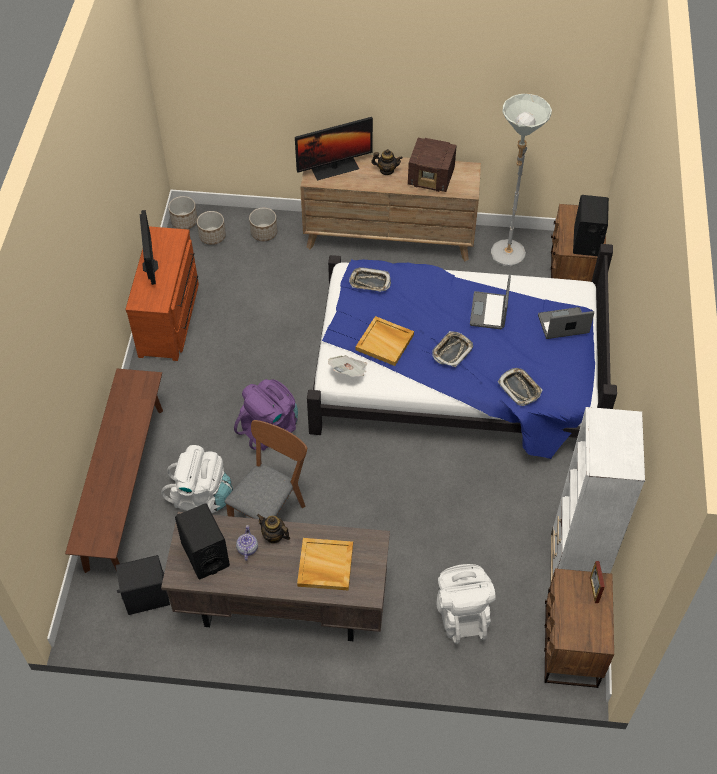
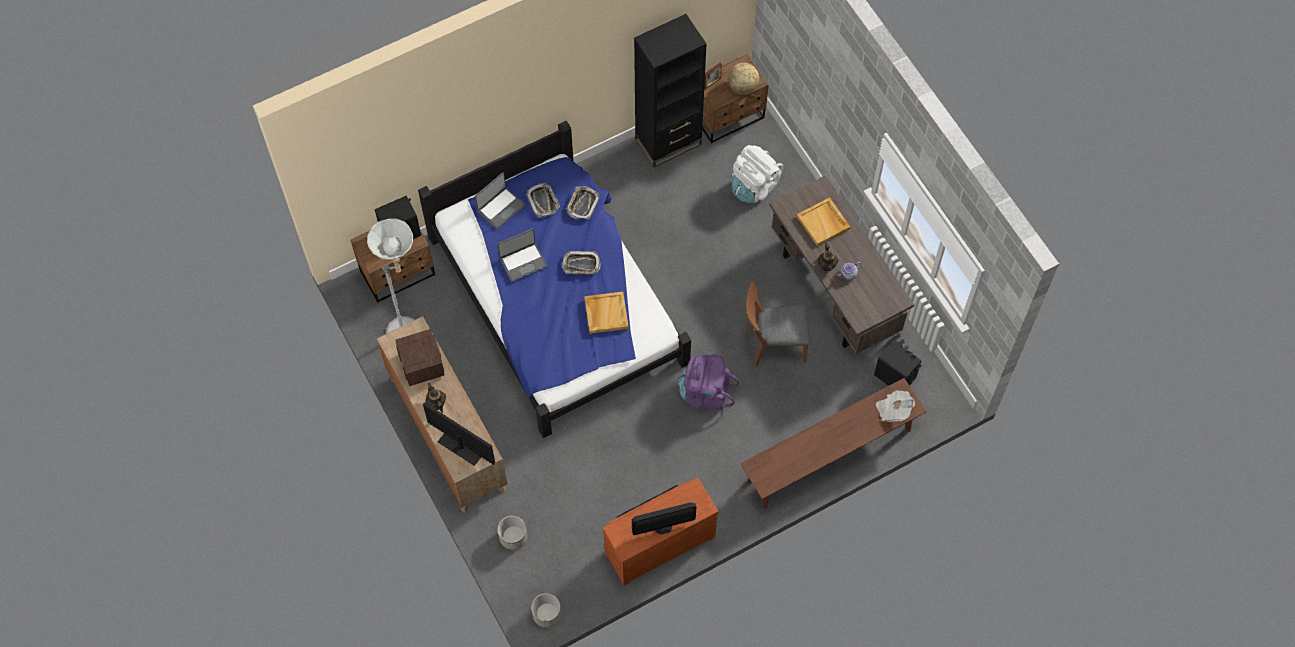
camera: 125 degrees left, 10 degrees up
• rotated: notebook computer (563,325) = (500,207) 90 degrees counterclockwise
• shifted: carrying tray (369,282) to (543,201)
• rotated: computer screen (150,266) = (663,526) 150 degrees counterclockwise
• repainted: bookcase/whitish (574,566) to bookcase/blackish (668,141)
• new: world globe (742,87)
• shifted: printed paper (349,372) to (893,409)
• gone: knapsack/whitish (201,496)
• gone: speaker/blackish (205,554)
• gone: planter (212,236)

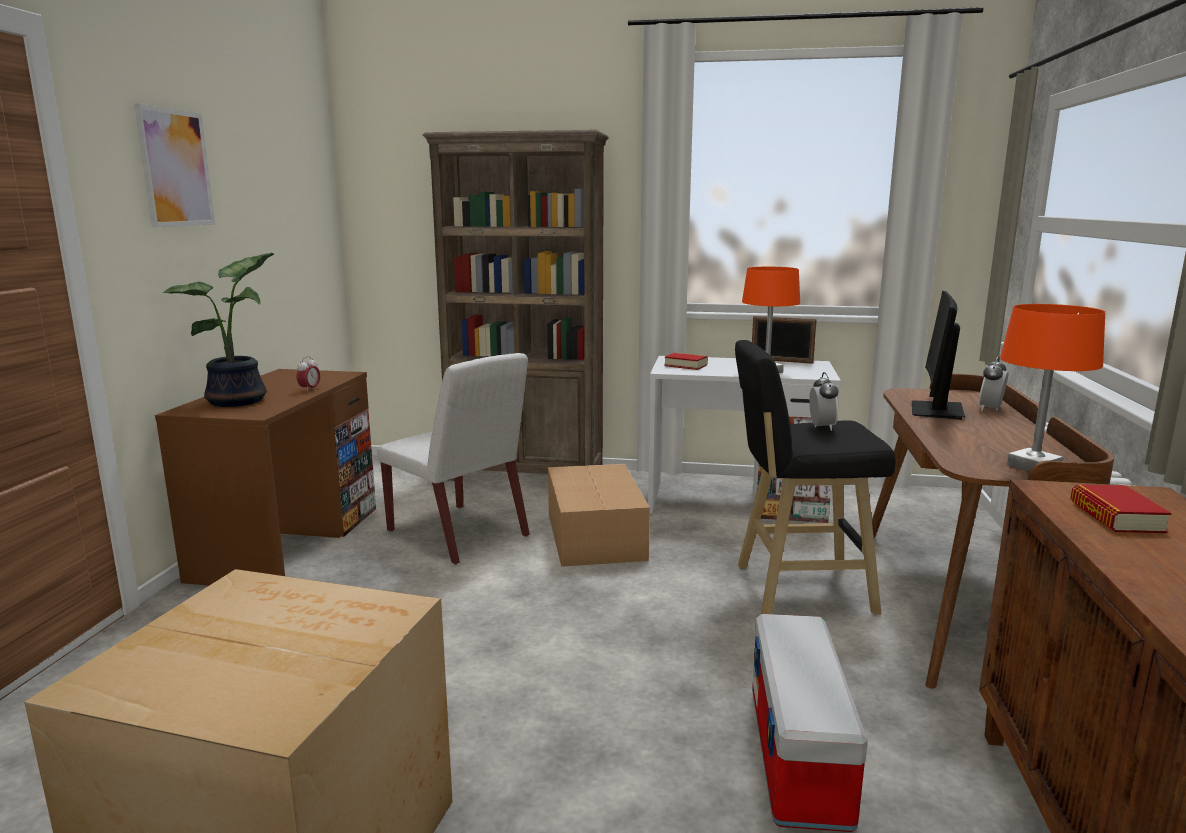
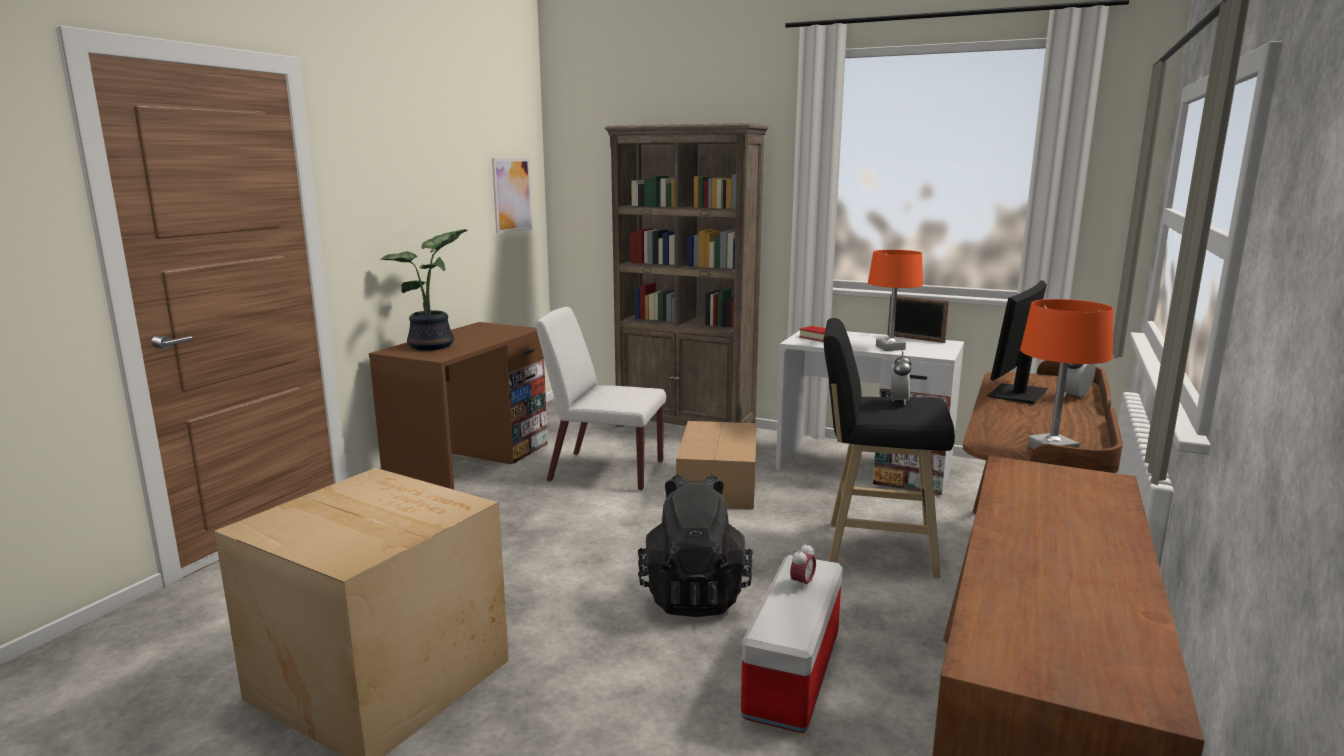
camera: 15 degrees right, 0 degrees up
• shifted: wall art (176,168) to (512,195)
• rotated: upright chair/whitish (459,534) = (605,471) 135 degrees clockwise
• new: knapsack/blackish (694,594)
• shifted: table clock (309,390) to (802,584)
• gone: volume (1116,517)

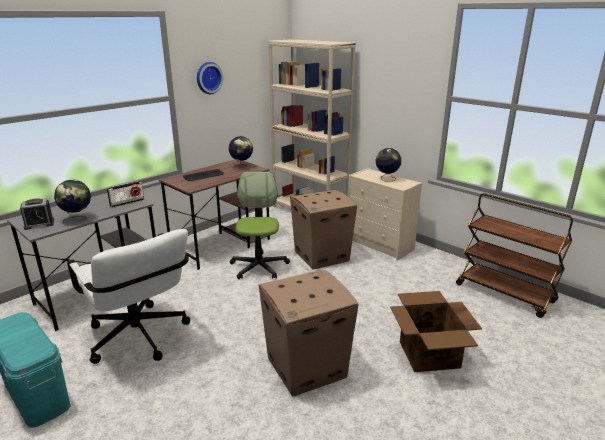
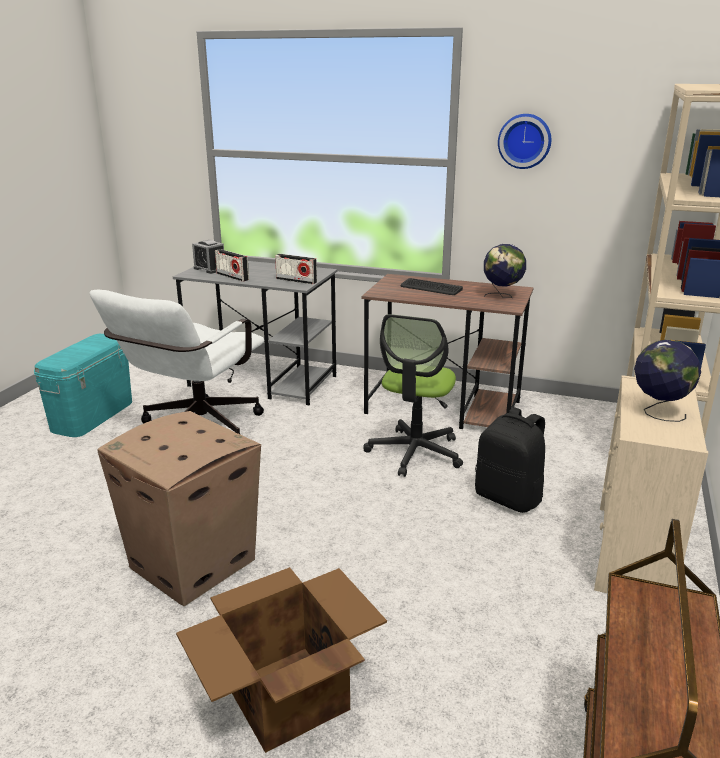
camera: 65 degrees right, 0 degrees up
• swapped: world globe (77,219) to radio receiver (232,276)
• rotated: computer chair (259,266) = (415,452) 135 degrees clockwise
• swapped: cardboard box (322,256) to knapsack/blackish (509,498)

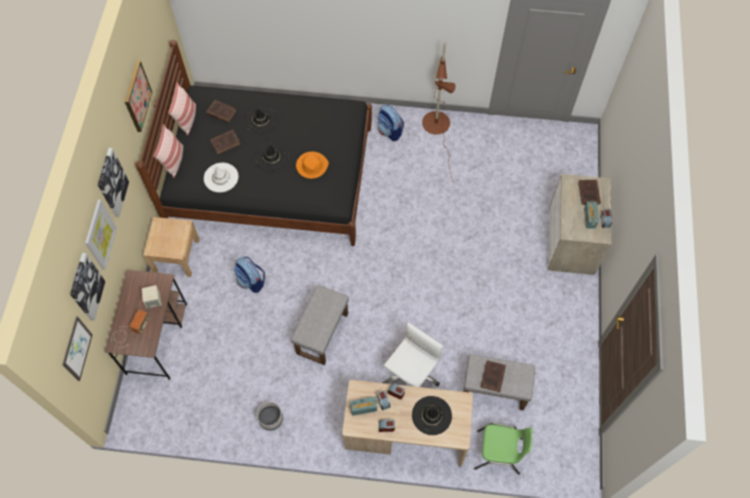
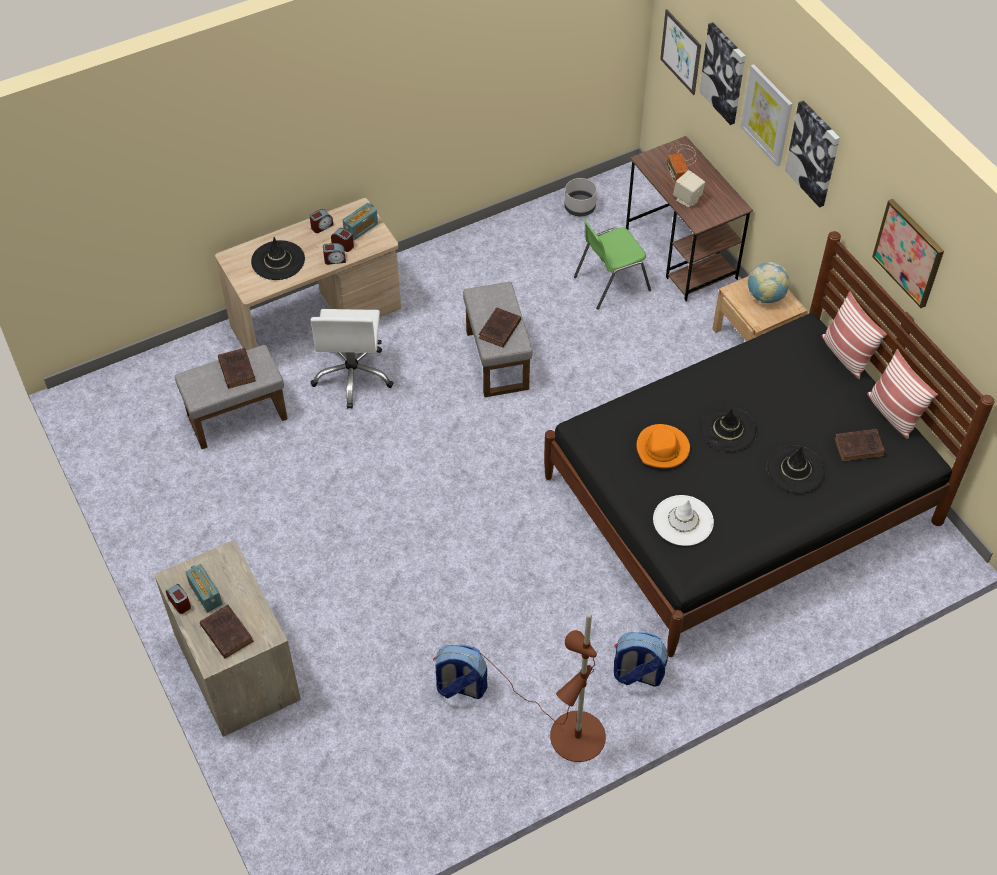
camera: 145 degrees right, 10 degrees down
• shifted: knapsack (251,281) to (460,687)
• shifted: volume/brown-coloured (226,142) to (499,330)
• shifted: planter/grey (270,419) to (580,207)
• shifted: upright chair/green (499,453) to (610,283)
• shifted: wearable hat/whitish (221,177) to (683,521)
• new: world globe (765,296)

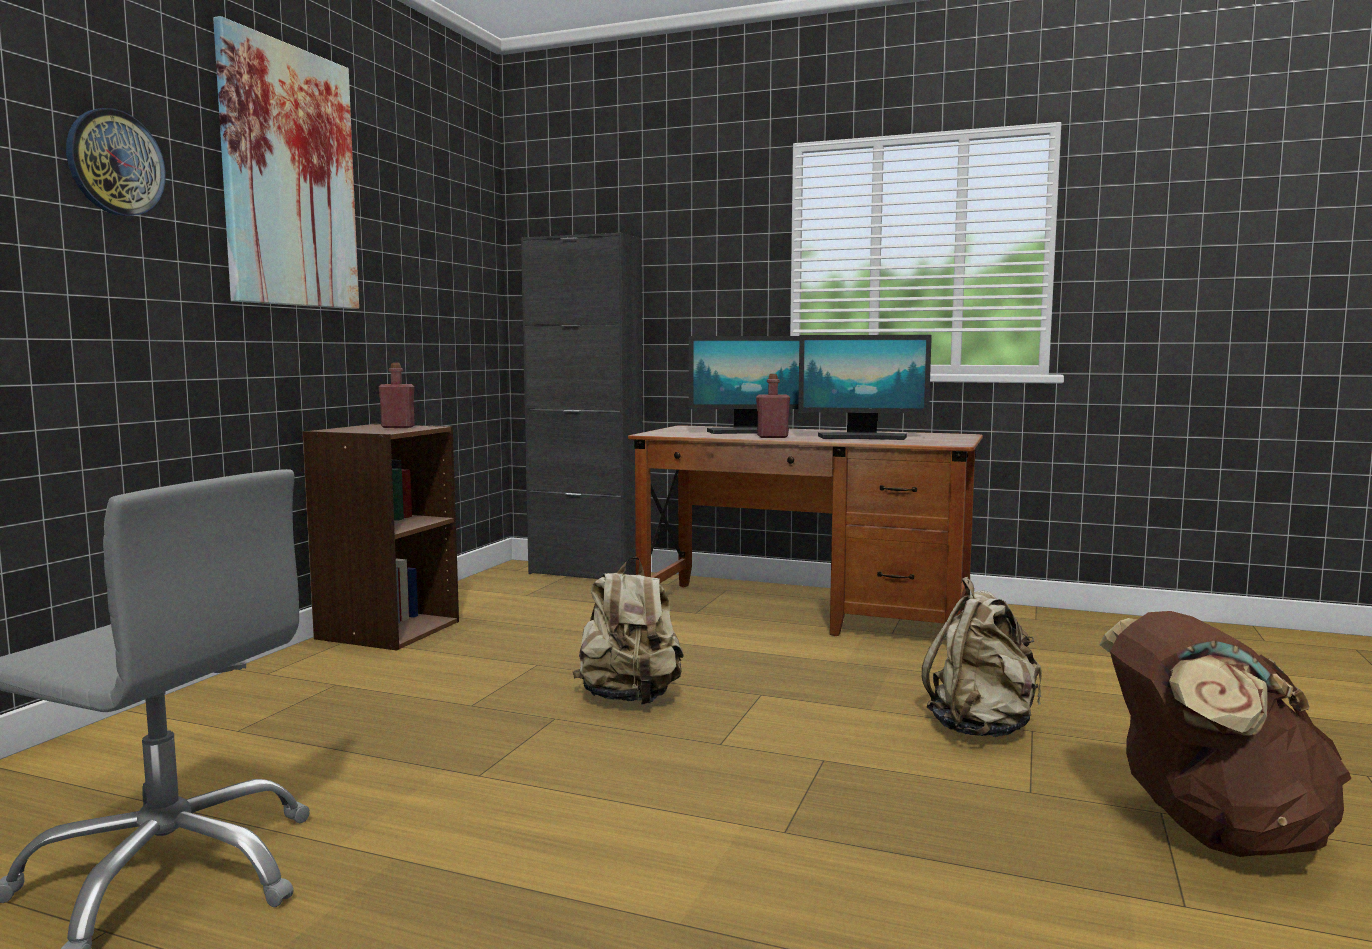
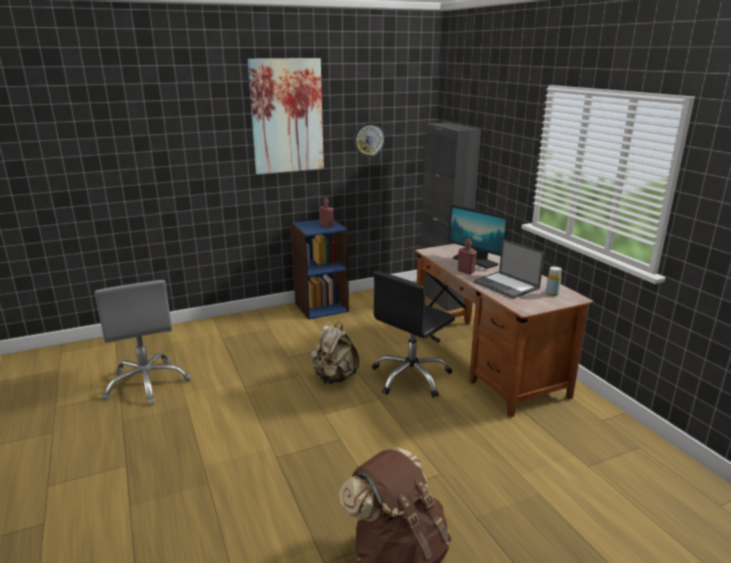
camera: 45 degrees right, 15 degrees up
• repainted: bookcase/brown-coloured (387,630) to bookcase/blue-coloured (321,307)
• shifted: hanging clock (115,163) to (368,139)
• new: computer chair/blackish (411,377)
• swapped: computer screen (862,437) to notebook computer (507,285)
• new: bottle/yellow-coloured (552,293)
• gone: knapsack/beige-coloured (982,728)

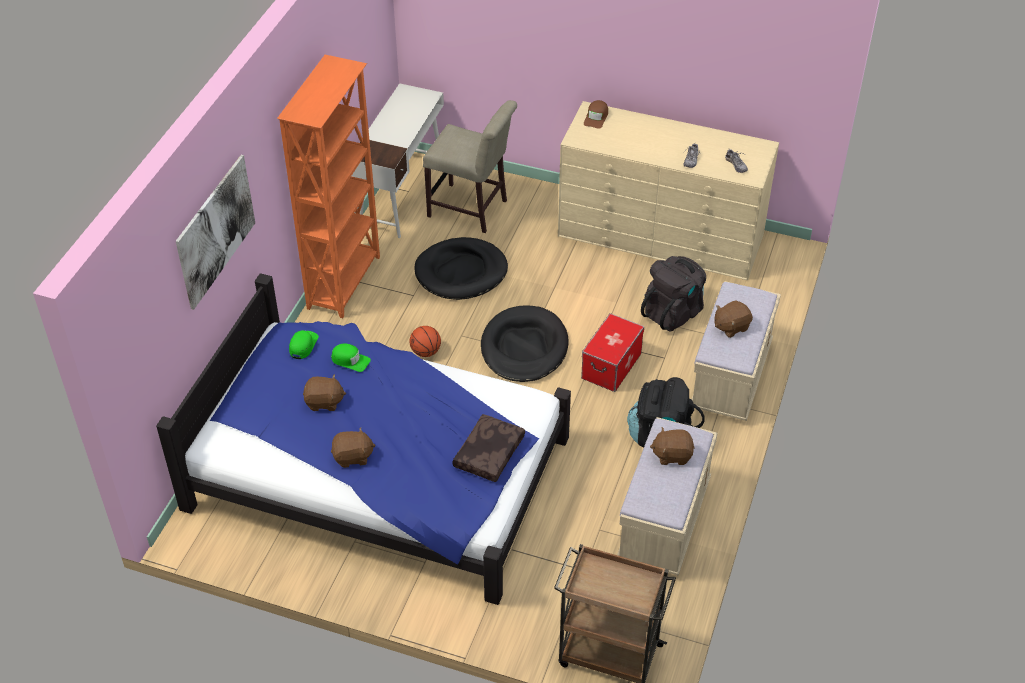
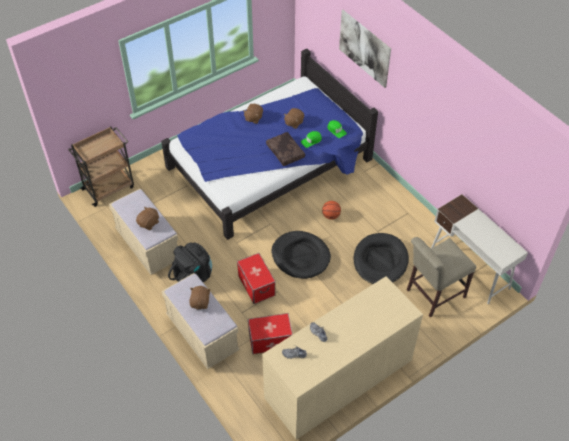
camera: 125 degrees right, 5 degrees up
• swapped: knapsack/blackish (673,312) to storage bin (270,340)
• shifted: throw pillow/brown-coloured (488,453) to (286,152)
• gone: bookcase/orange-coloured (345,282)
• gone: peaked cap/brown-coloured (596,117)

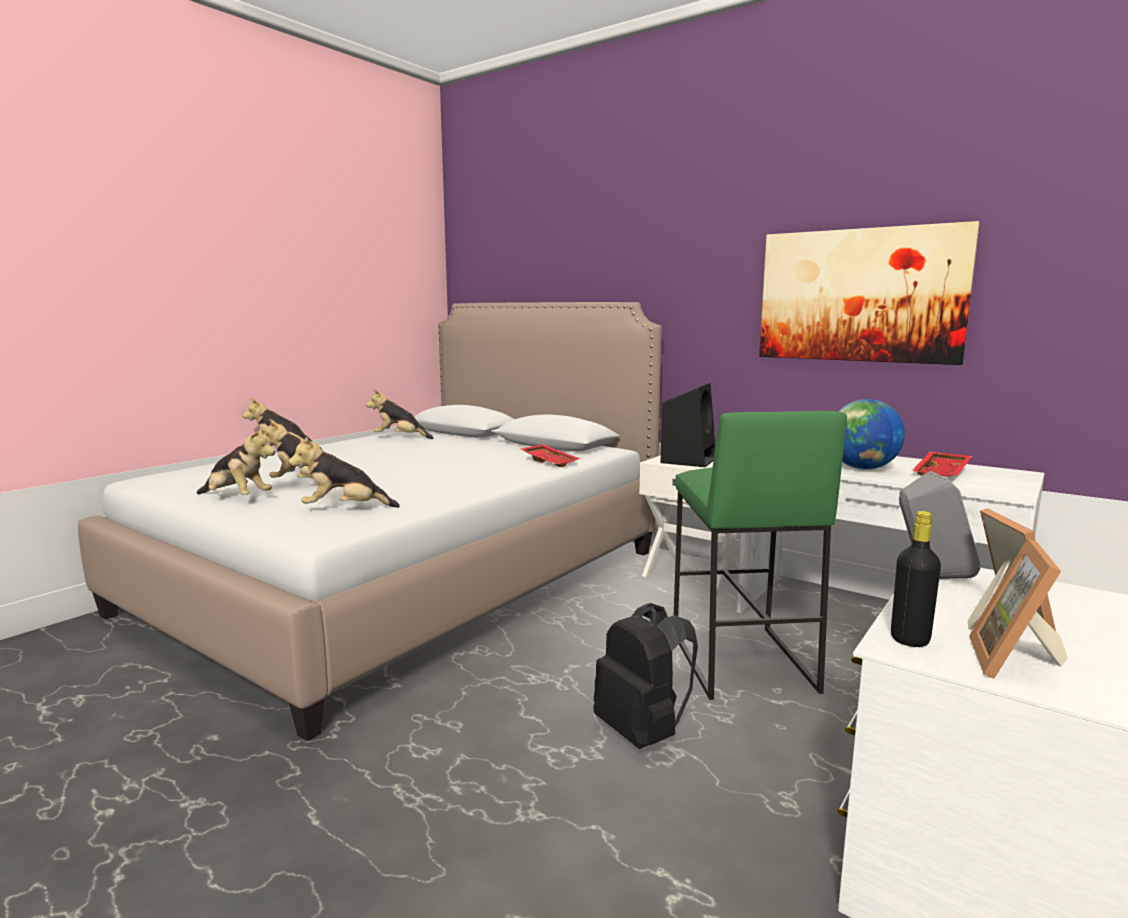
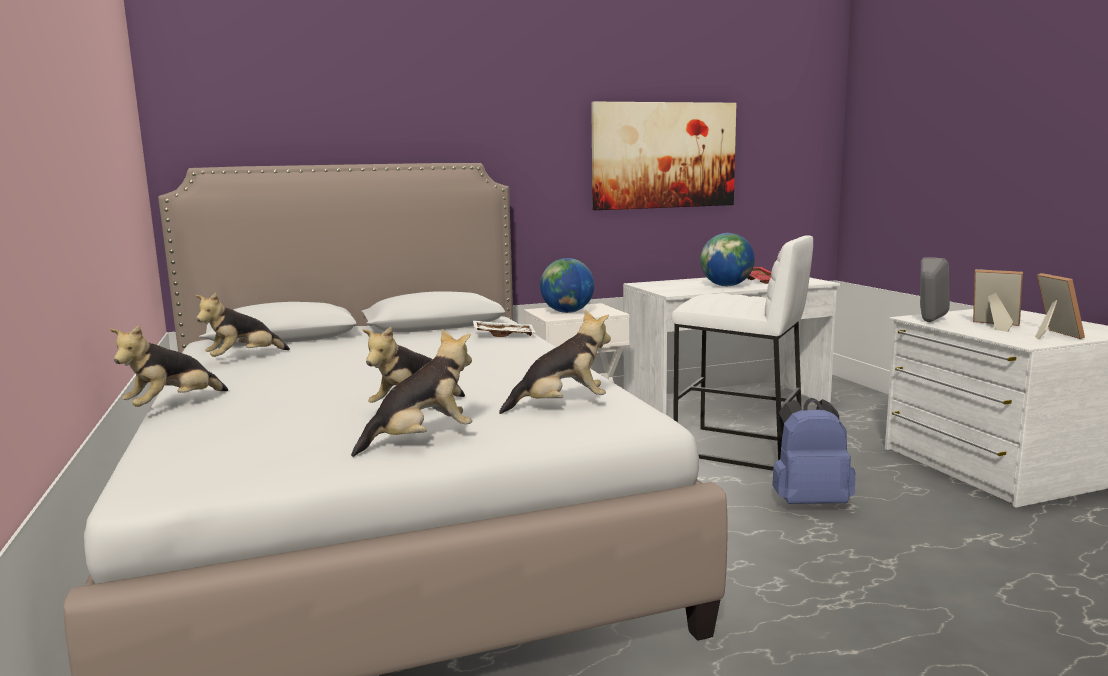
camera: 55 degrees left, 0 degrees up
• repainted: carrying tray/red-coloured (550,462) to carrying tray/whitish (504,335)
• rotated: plush toy (344,509) = (561,406) 135 degrees counterclockwise
• swapped: speaker/blackish (688,460) to world globe (567,312)
• repainted: stool/green (739,661) to stool/whitish (738,449)
• repainted: knapsack/blackish (643,732) to knapsack/blue-coloured (809,502)
• rotated: picture frame (1017,663) = (1051,335) 150 degrees counterclockwise
• gone: bottle/blackish (910,639)

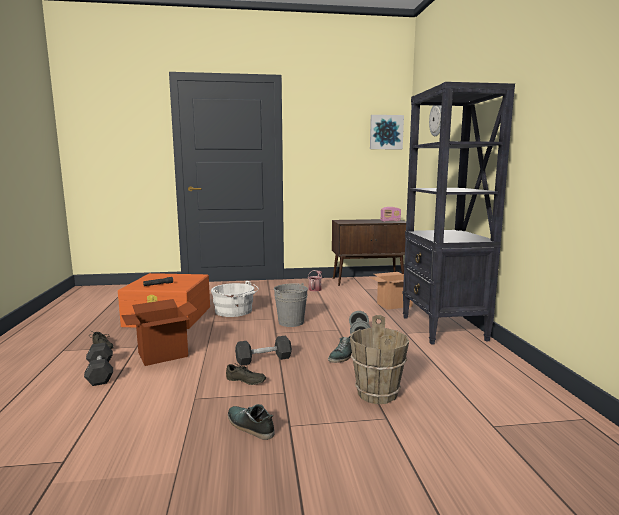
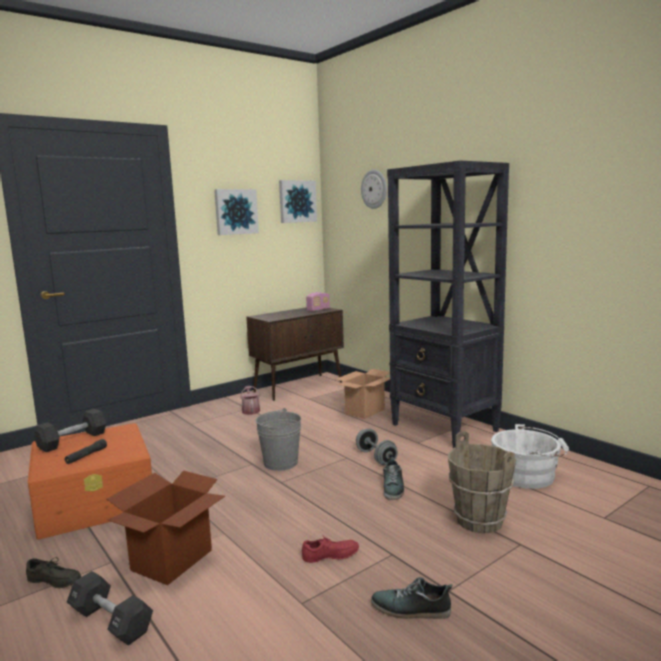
camera: 30 degrees left, 0 degrees up
• shifted: dumbbell/blackish (263,359) to (72,440)
• new: wall art (235,211)
• repainted: low shoe/grey (245,381) to low shoe/red-coloured (331,557)
• shifted: bucket/whitish (235,311) to (528,475)

